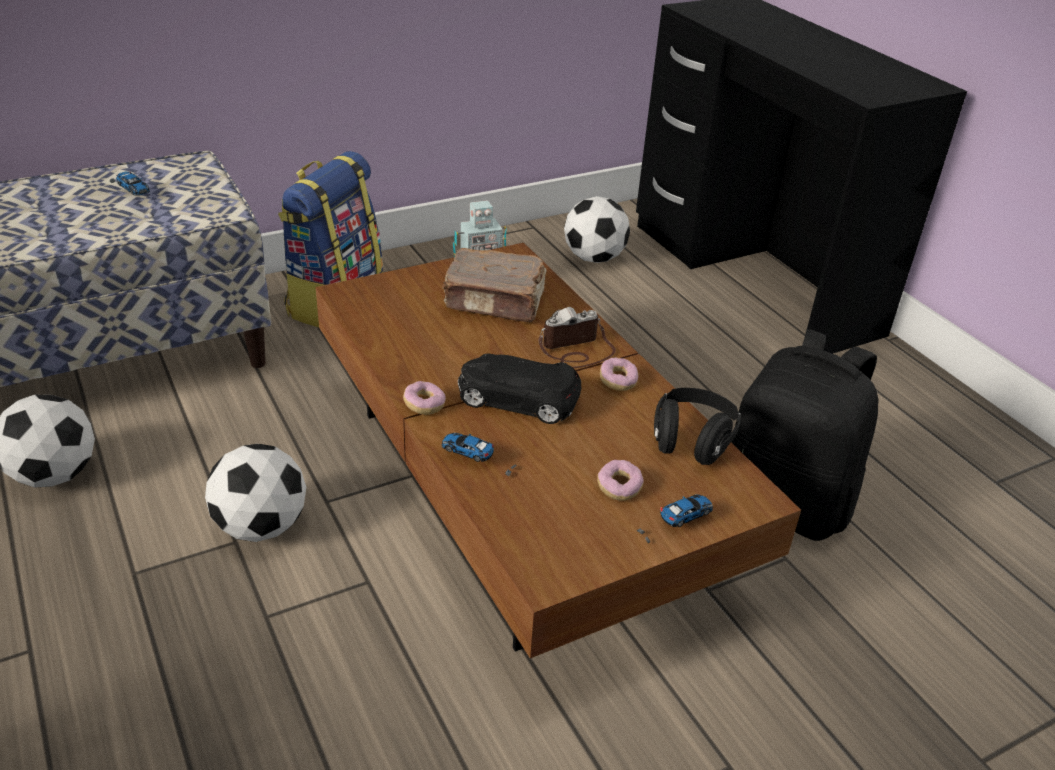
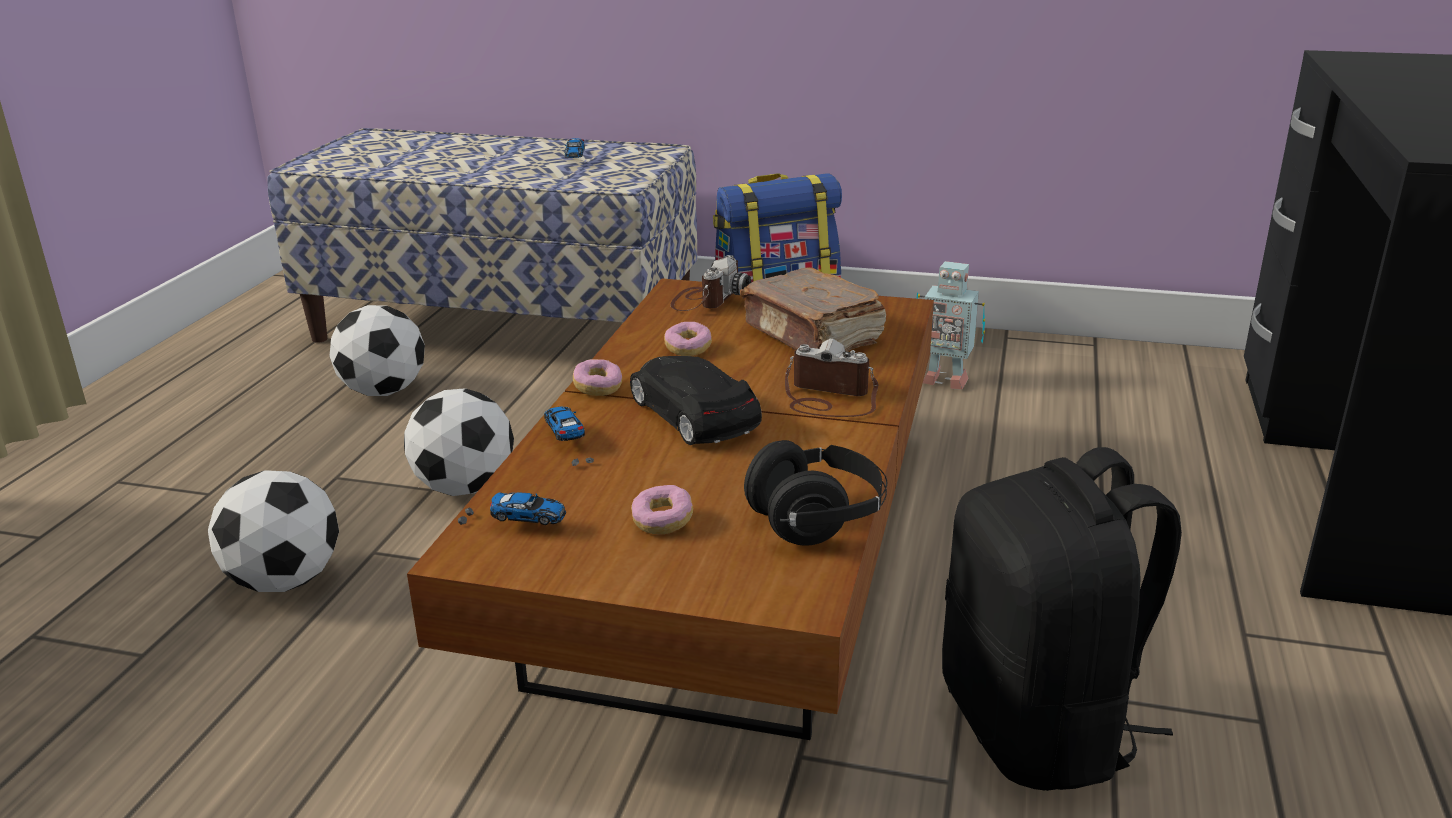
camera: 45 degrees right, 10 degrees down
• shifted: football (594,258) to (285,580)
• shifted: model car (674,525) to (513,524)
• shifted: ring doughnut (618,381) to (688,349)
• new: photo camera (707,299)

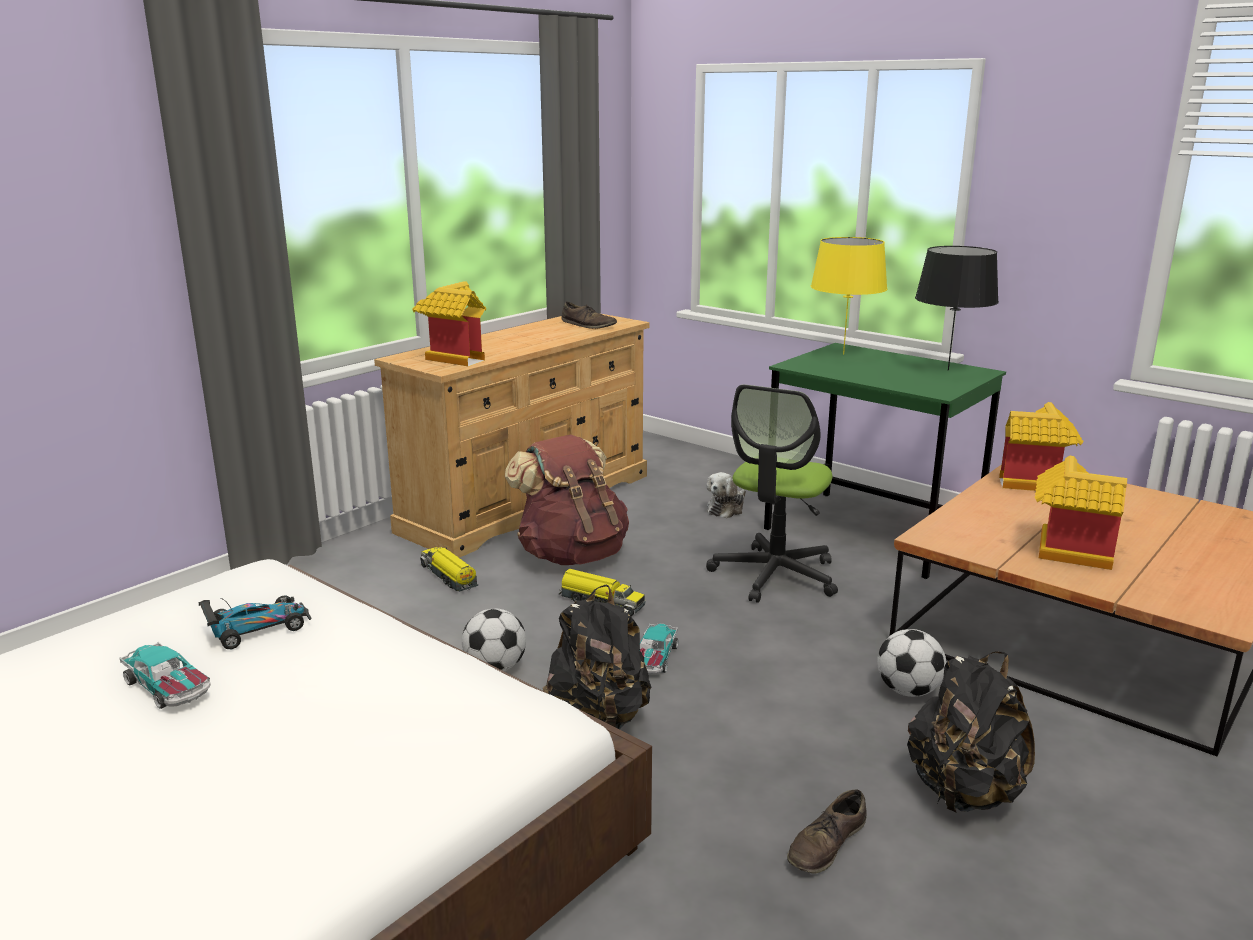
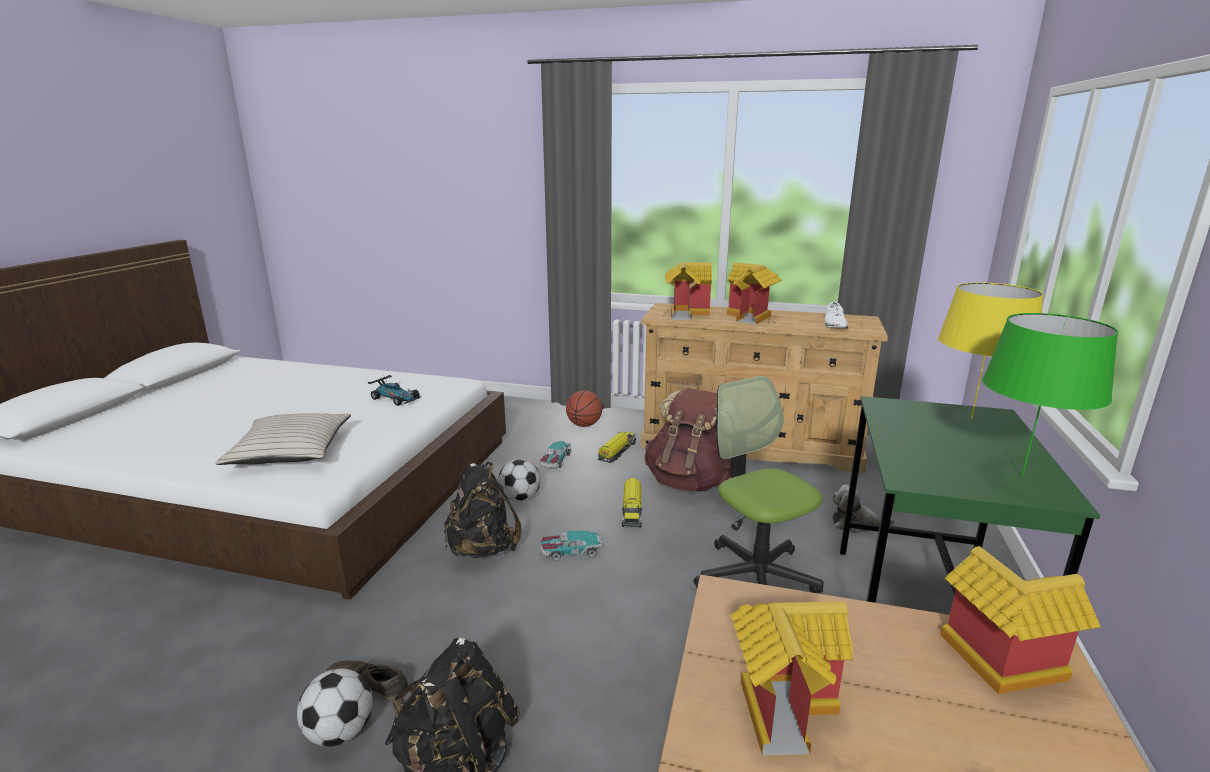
camera: 65 degrees right, 0 degrees up
• new: throw pillow/beige-coloured (290,451)
• shifted: football (908,691) to (340,733)
• shifted: model car (168,687) to (555,460)
• new: ball for basketball (584,425)
• rotated: computer chair (775,575) = (756,577) 60 degrees clockwise
• new: miniature house (751,317)
• repainted: low shoe/brown-coloured (588,325) to low shoe/whitish (835,324)
• repainted: table lamp/blackish (948,370) to table lamp/green (1022,477)

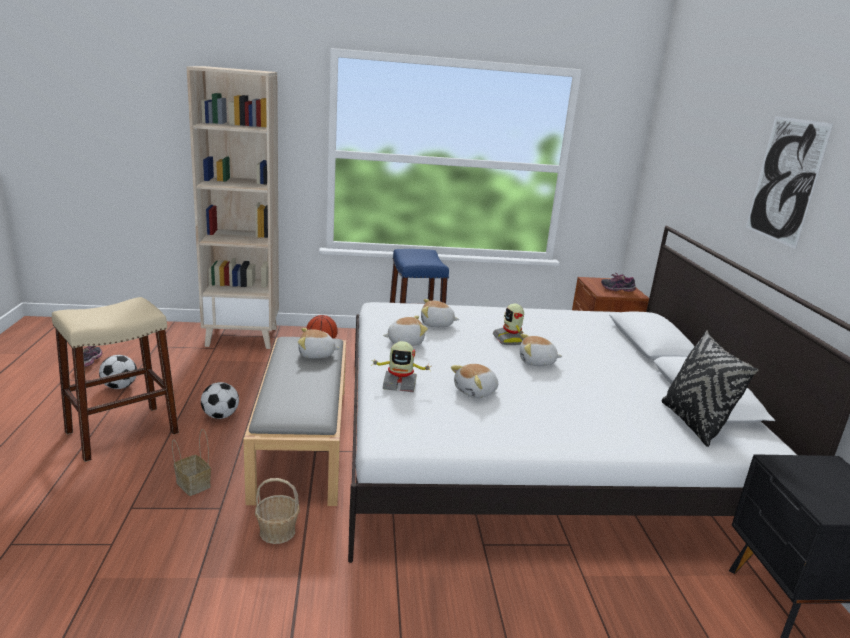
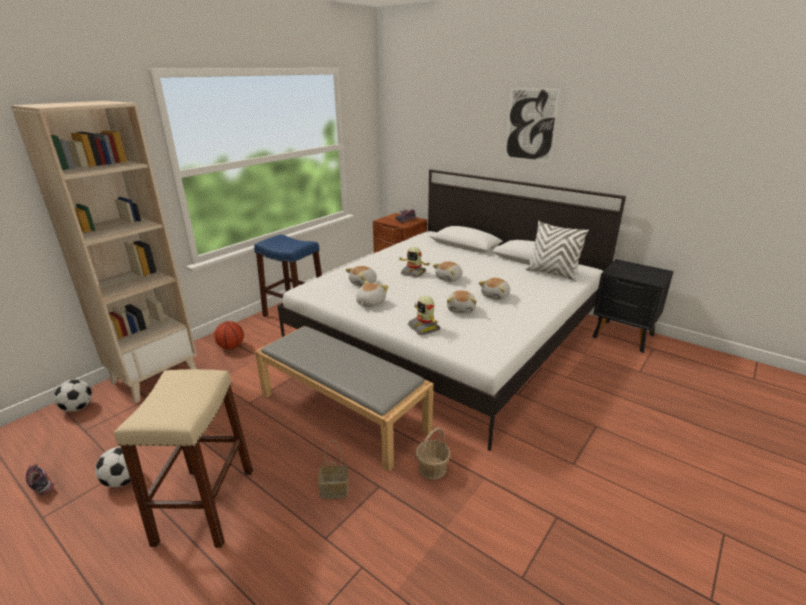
camera: 45 degrees left, 5 degrees up
• shifted: football (220,416) to (78,407)
• rotated: robot figure (399,384) = (424,327) 105 degrees clockwise
• shifted: plush toy (316,355) to (496,296)
• repainted: throw pillow/blackish (693,423) to throw pillow/whitish (552,273)

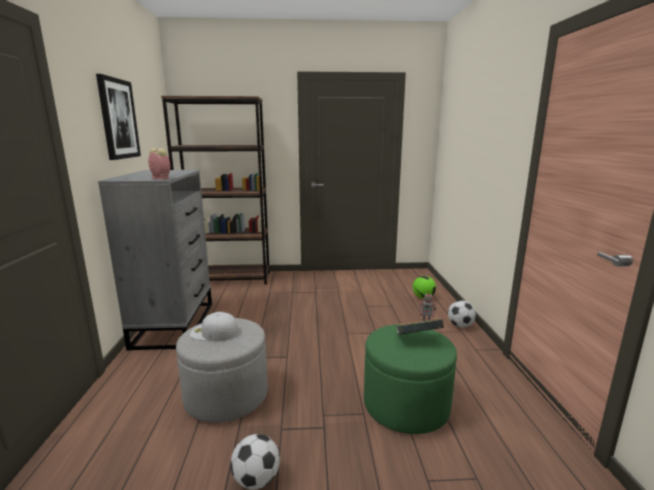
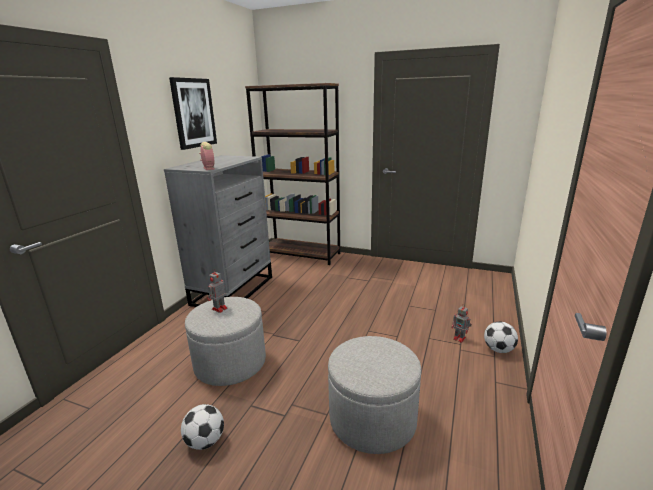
camera: 25 degrees right, 5 degrees up
• swapped: peaked cap/whitish (213,332) to robot figure (219,309)
• repainted: pouffe/green (406,405) to pouffe/grey (372,419)
• gone: volume (417,339)
• gone: football (423,297)

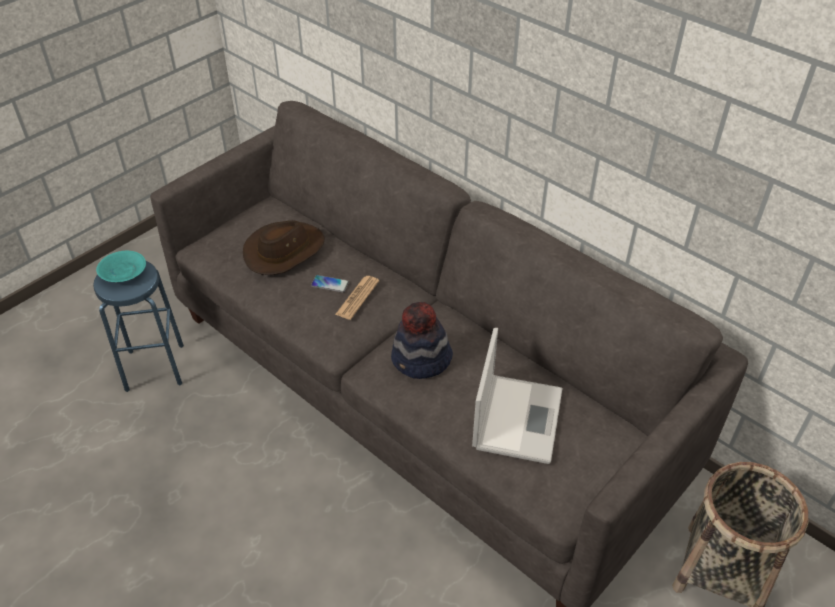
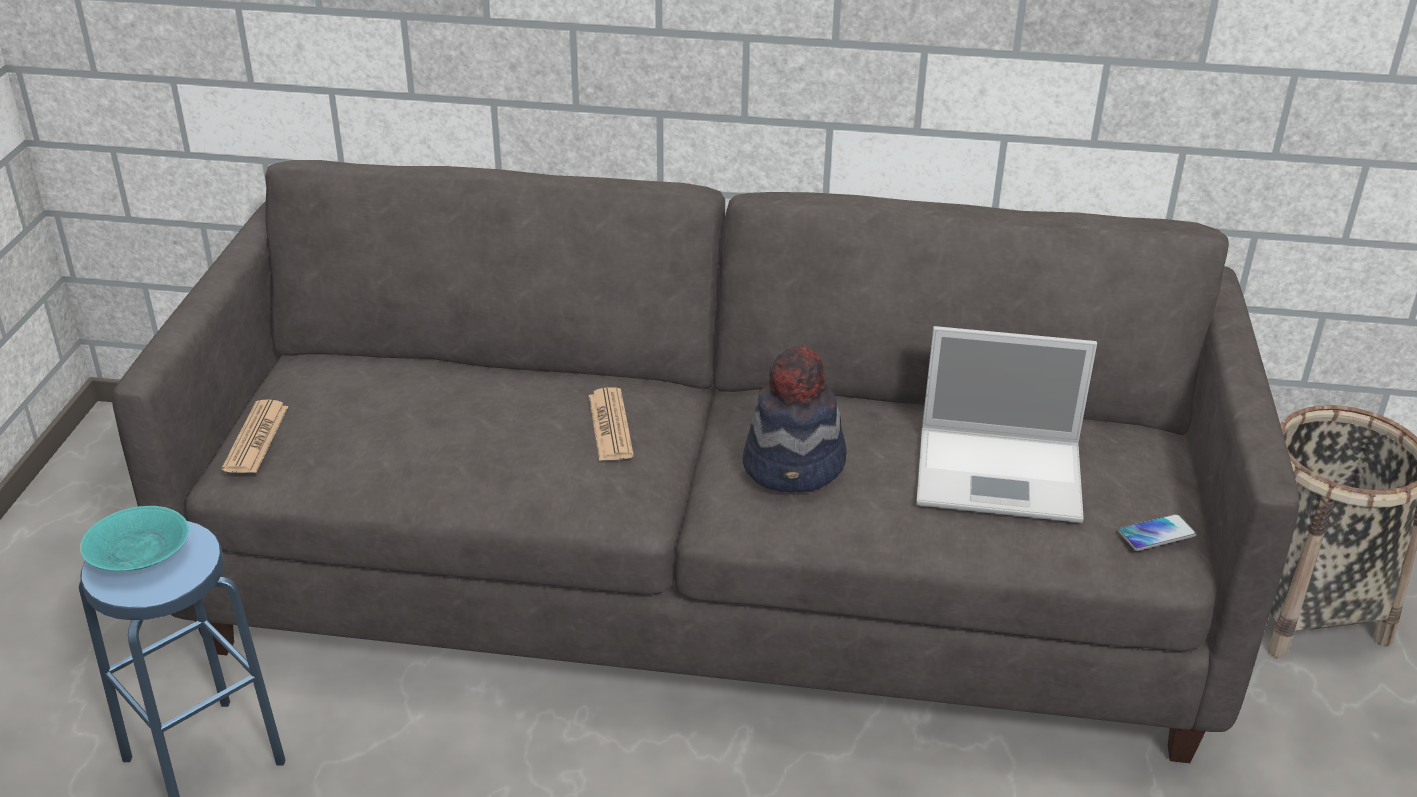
camera: 35 degrees left, 10 degrees down
• new: printed paper (256,438)
• rotated: notebook computer (517,416) = (1002,474) 120 degrees clockwise
• shifted: handset (330,284) to (1156,534)
• gone: wearable hat/brown-coloured (284,250)

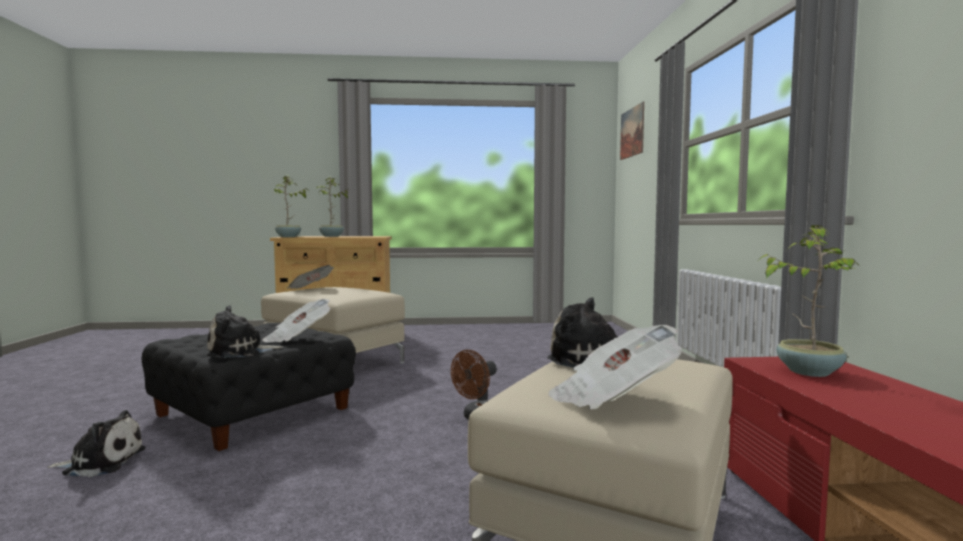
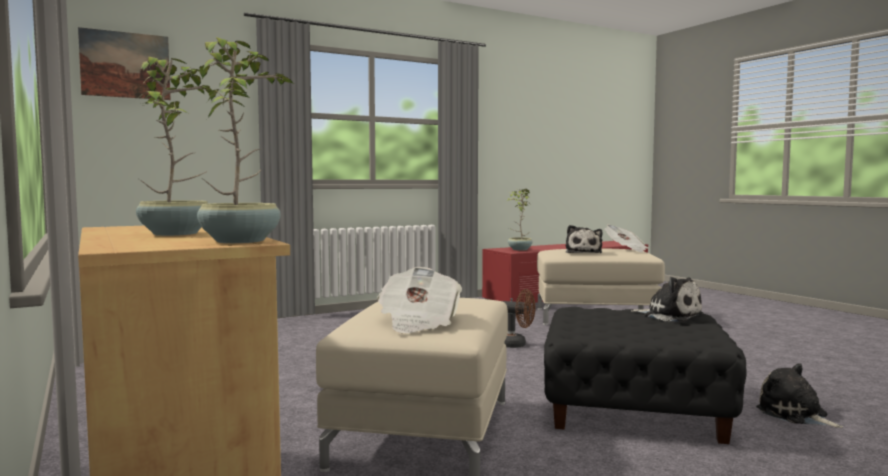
camera: 115 degrees left, 0 degrees up
• gone: printed paper (297,338)

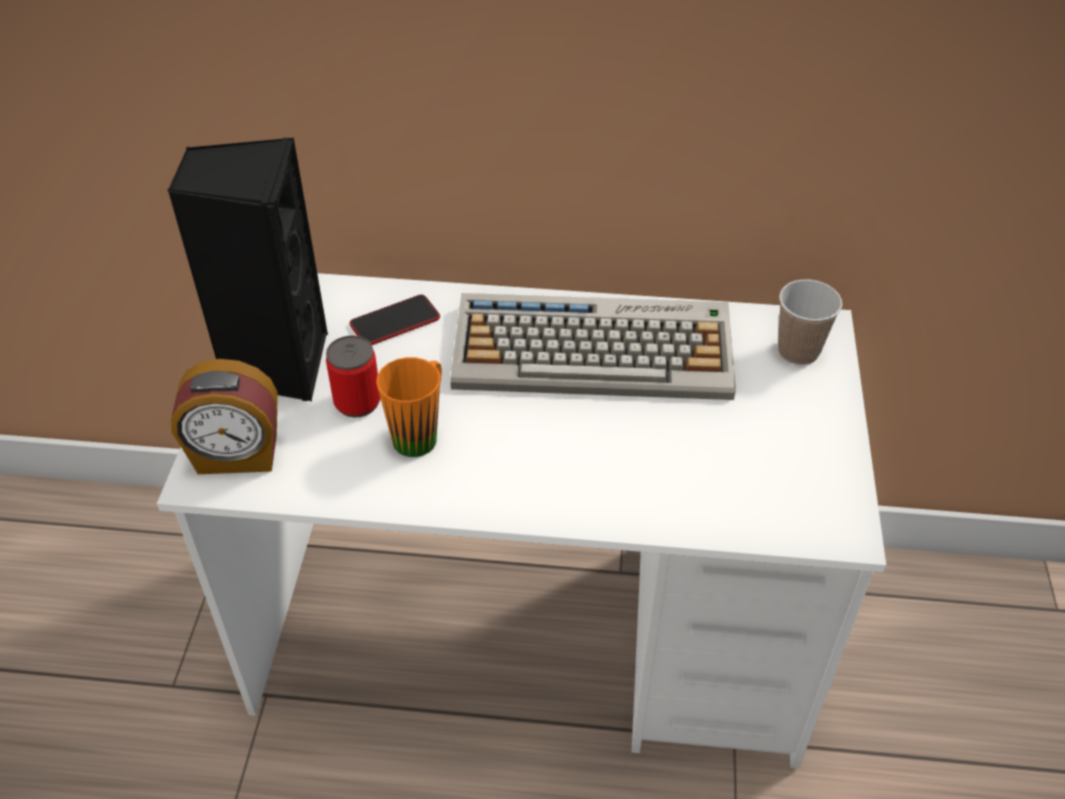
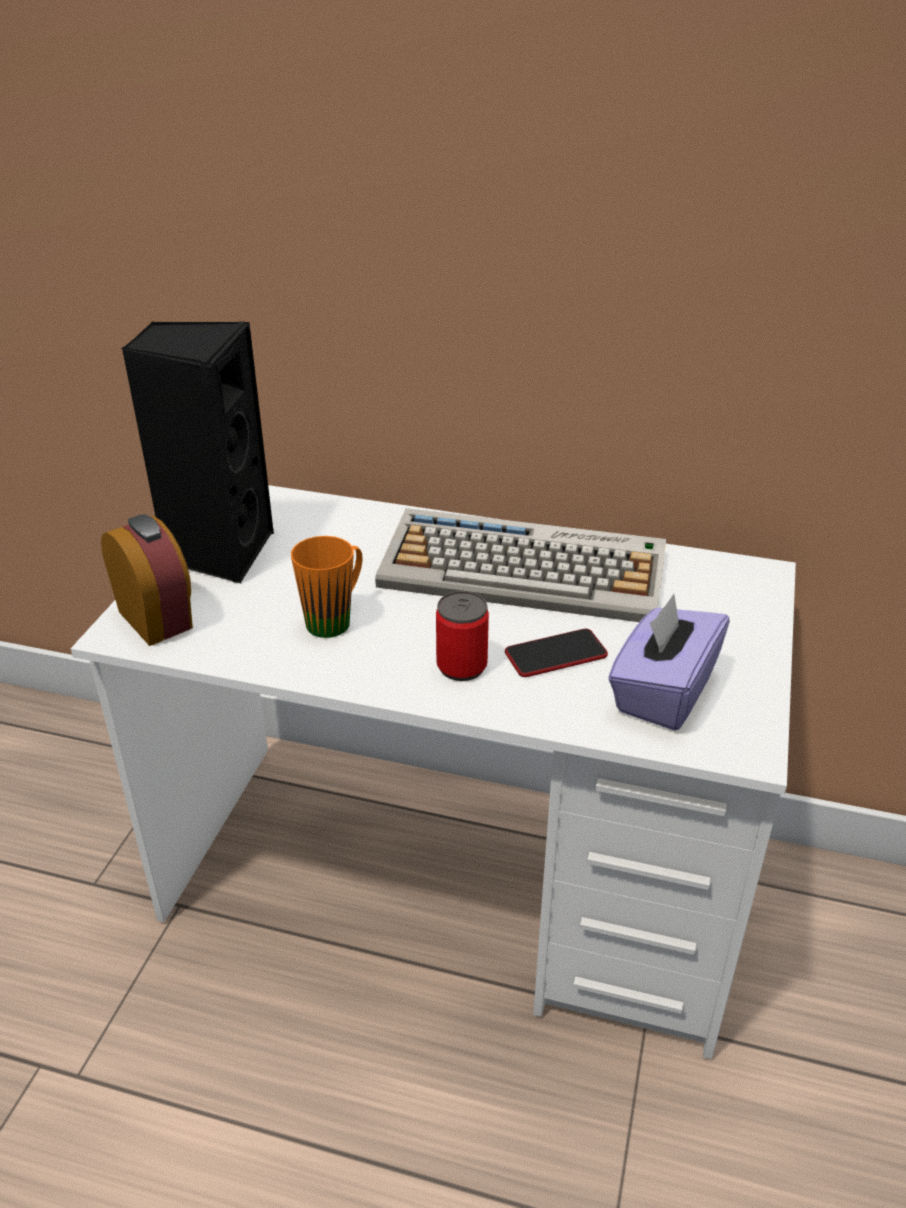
camera: 10 degrees right, 10 degrees down
• rotated: table clock (237,456) = (157,619) 135 degrees counterclockwise
• shifted: metal can (357,402) to (461,666)
• shifted: handset (395,322) to (555,654)
• new: box of tissues/purple-coloured (662,692)
• gone: small cup (798,351)

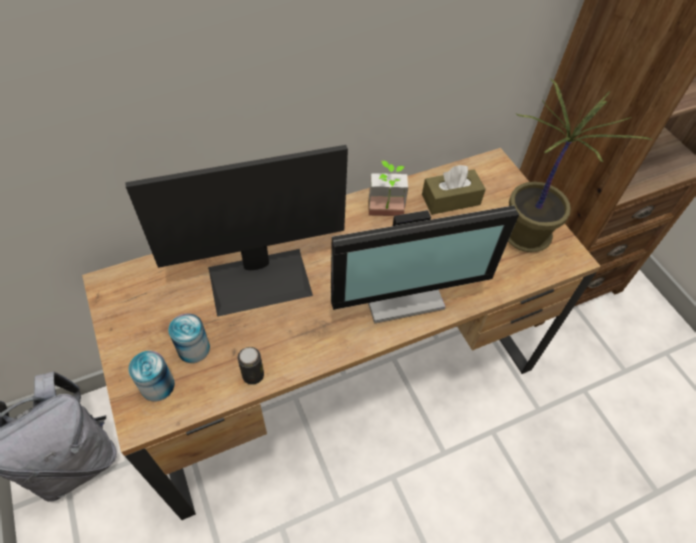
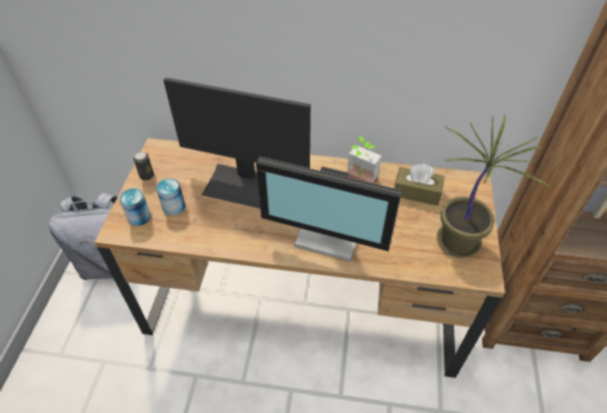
camera: 35 degrees right, 5 degrees down
• shifted: metal can (253,375) to (147,176)

